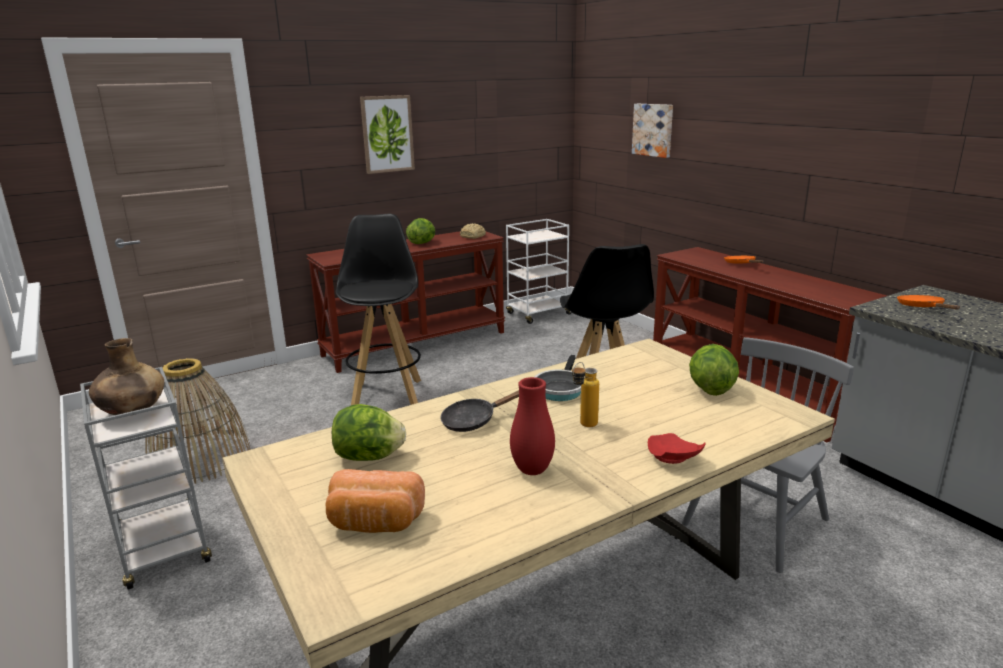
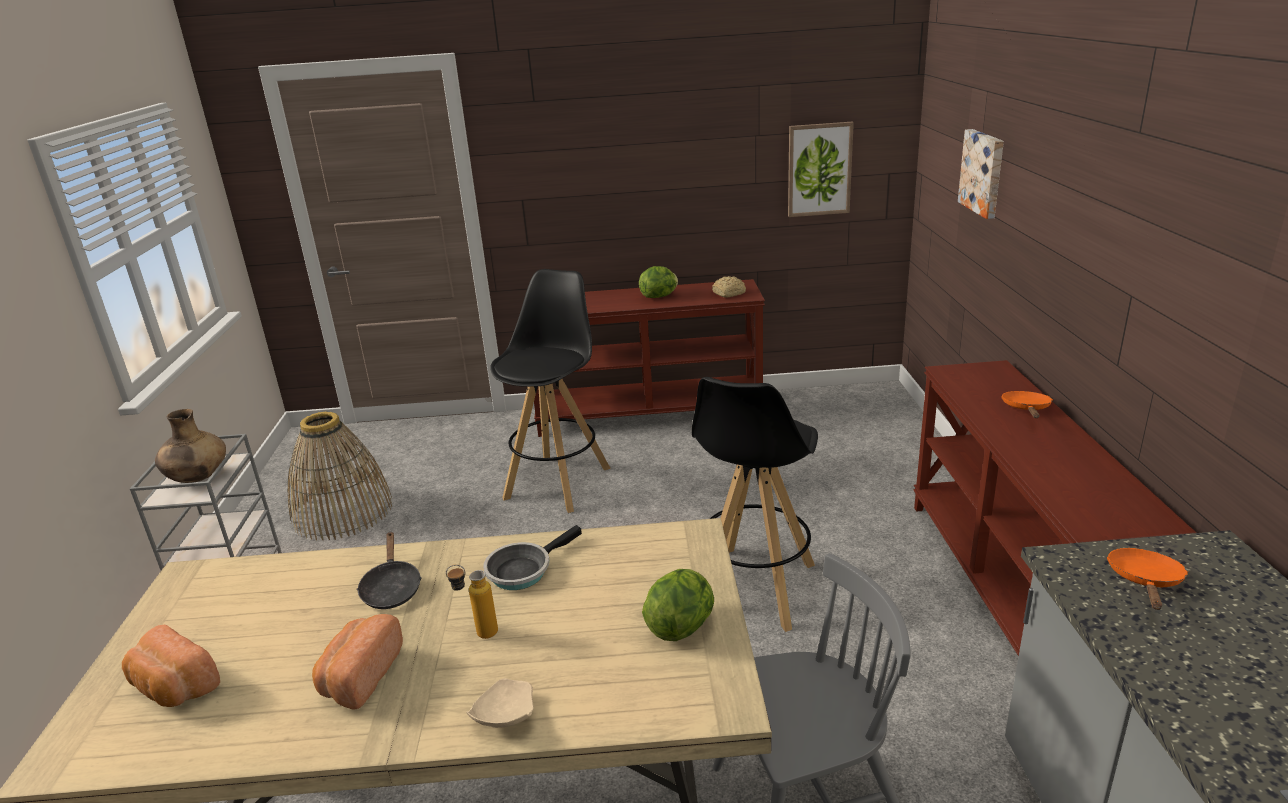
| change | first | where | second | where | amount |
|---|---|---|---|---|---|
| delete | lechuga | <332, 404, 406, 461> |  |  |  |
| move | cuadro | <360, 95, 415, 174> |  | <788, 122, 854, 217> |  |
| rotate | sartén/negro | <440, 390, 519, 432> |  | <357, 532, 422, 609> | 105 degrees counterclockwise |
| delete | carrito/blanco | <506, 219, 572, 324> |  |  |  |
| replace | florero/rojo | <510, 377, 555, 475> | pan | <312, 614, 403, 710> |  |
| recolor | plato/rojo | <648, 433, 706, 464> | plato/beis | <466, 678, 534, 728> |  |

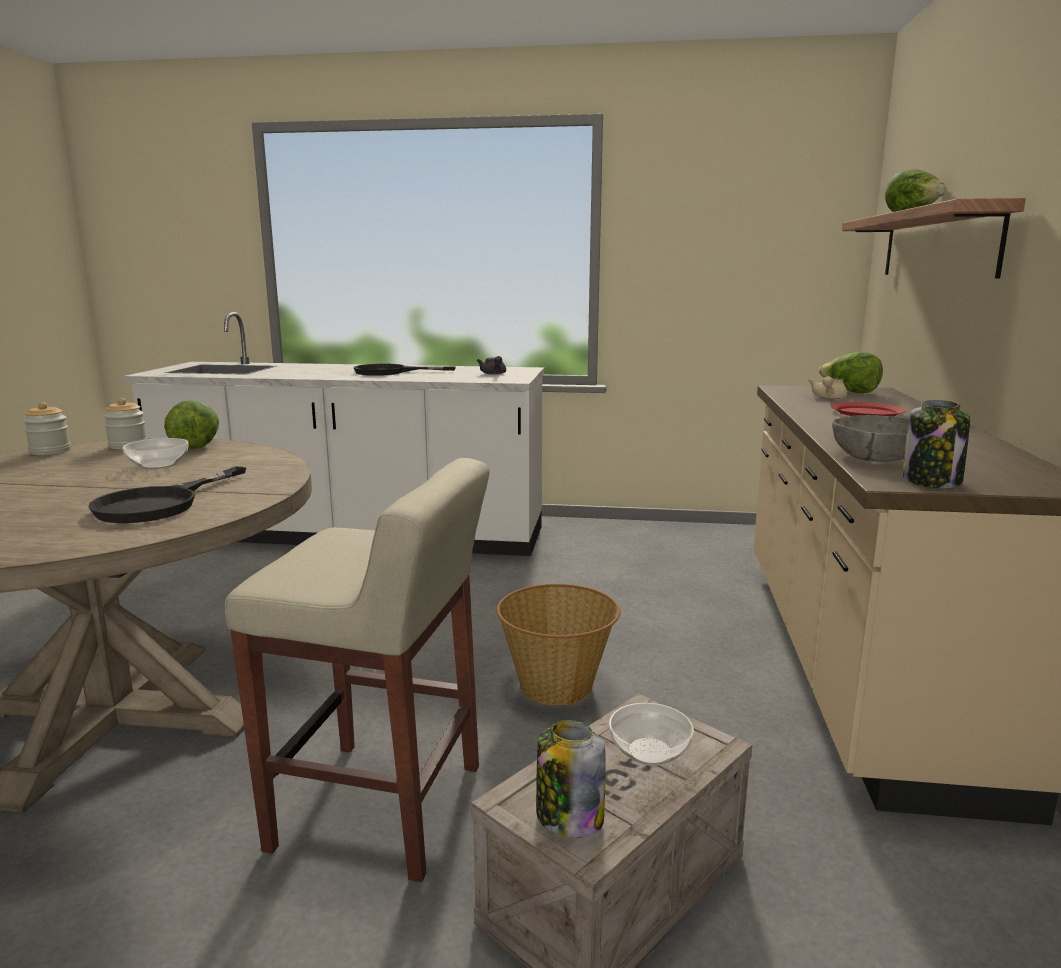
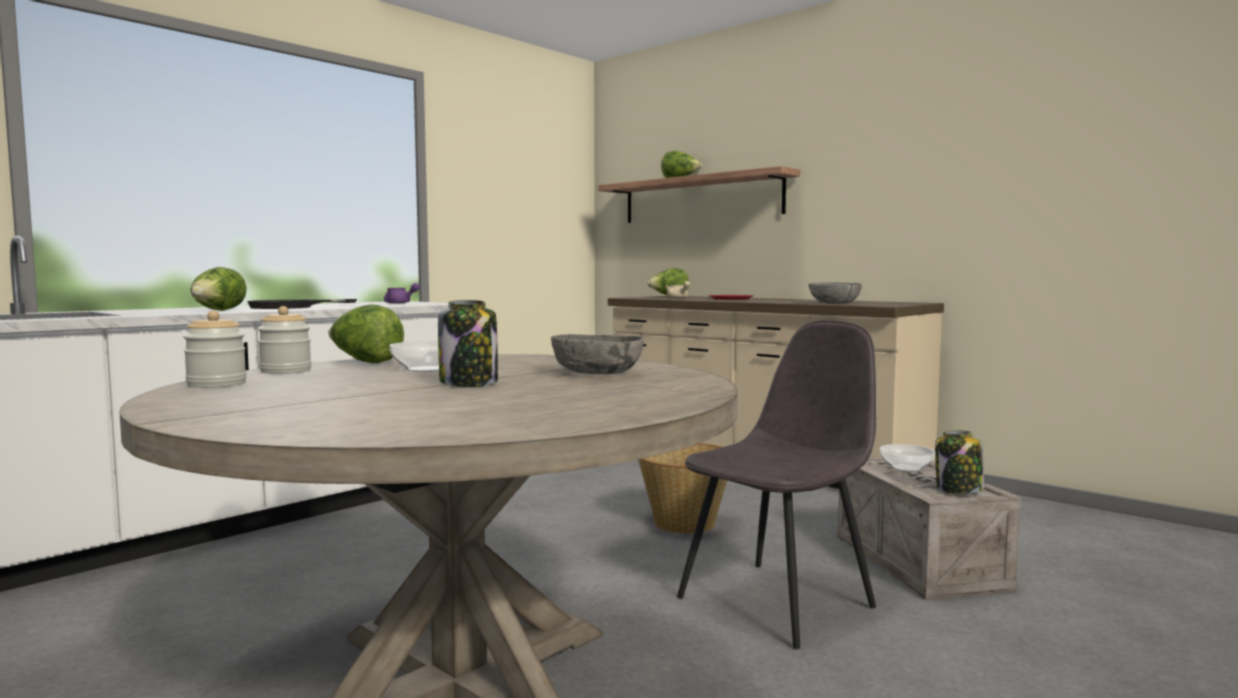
| change | first | where | second | where | amount |
|---|---|---|---|---|---|
| replace | sartén/negro | <88, 467, 246, 523> | cuenco/gris | <551, 334, 644, 374> |  |
| replace | taburete/beis | <225, 458, 489, 882> | silla/gris | <677, 320, 876, 649> |  |
| recolor | tetera/gris | <477, 356, 506, 375> | tetera/morado | <384, 283, 420, 304> |  |
| move | tarro | <903, 400, 970, 488> |  | <438, 300, 498, 387> |  |
| insert |  |  | lechuga | <190, 267, 247, 311> |  |

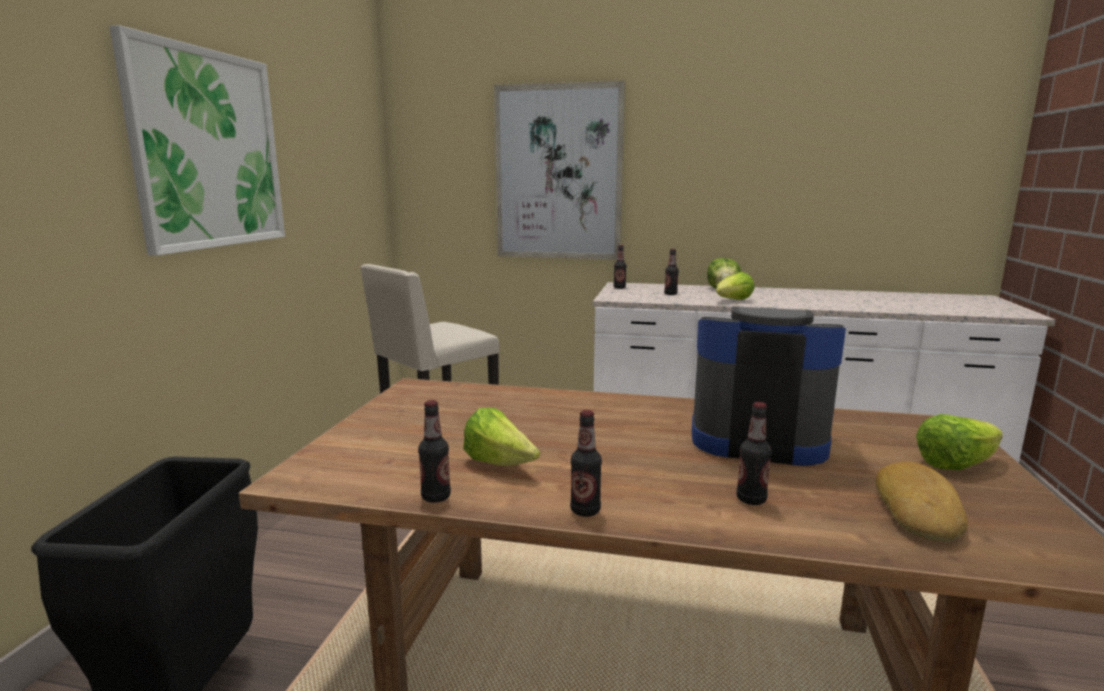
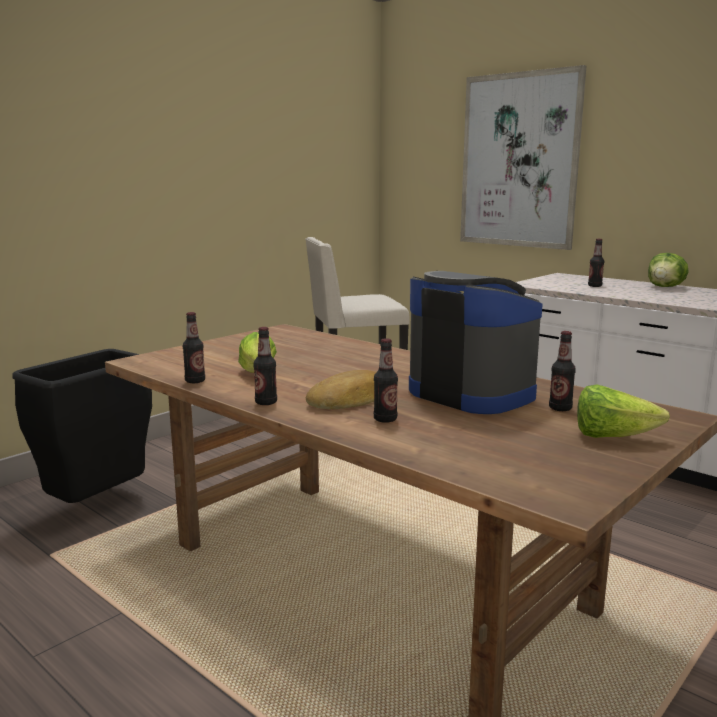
| change | first | where | second | where | amount |
|---|---|---|---|---|---|
| delete | cuadro | <109, 25, 285, 256> |  |  |  |
| move | botella | <614, 245, 626, 289> |  | <549, 331, 576, 411> |  |
| delete | lechuga | <716, 272, 754, 300> |  |  |  |
| move | pan | <876, 461, 968, 542> |  | <306, 370, 376, 409> |  |

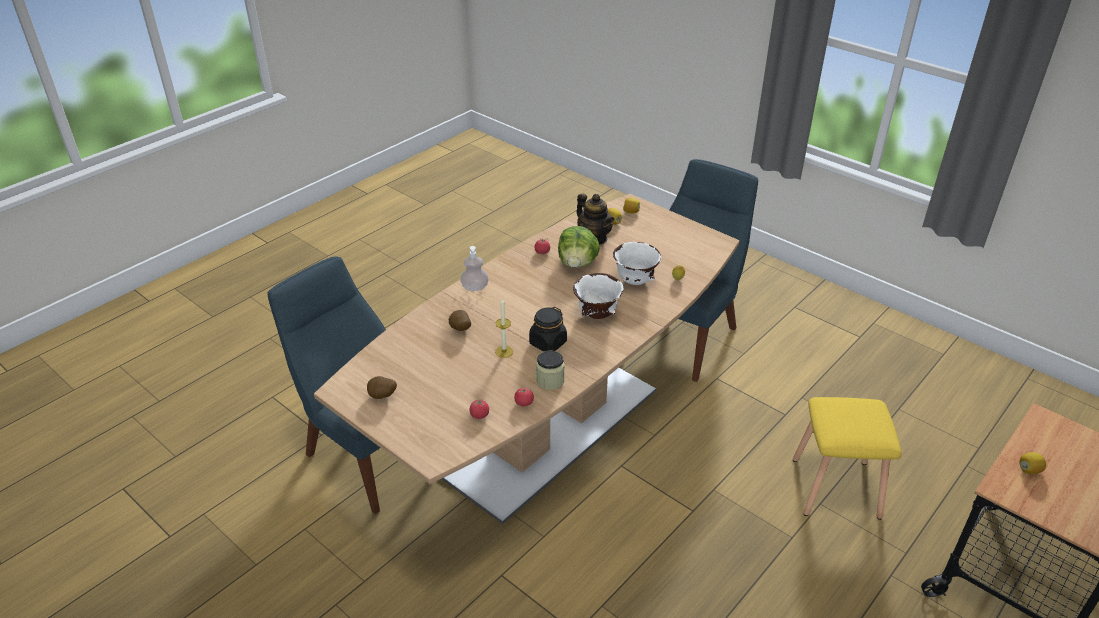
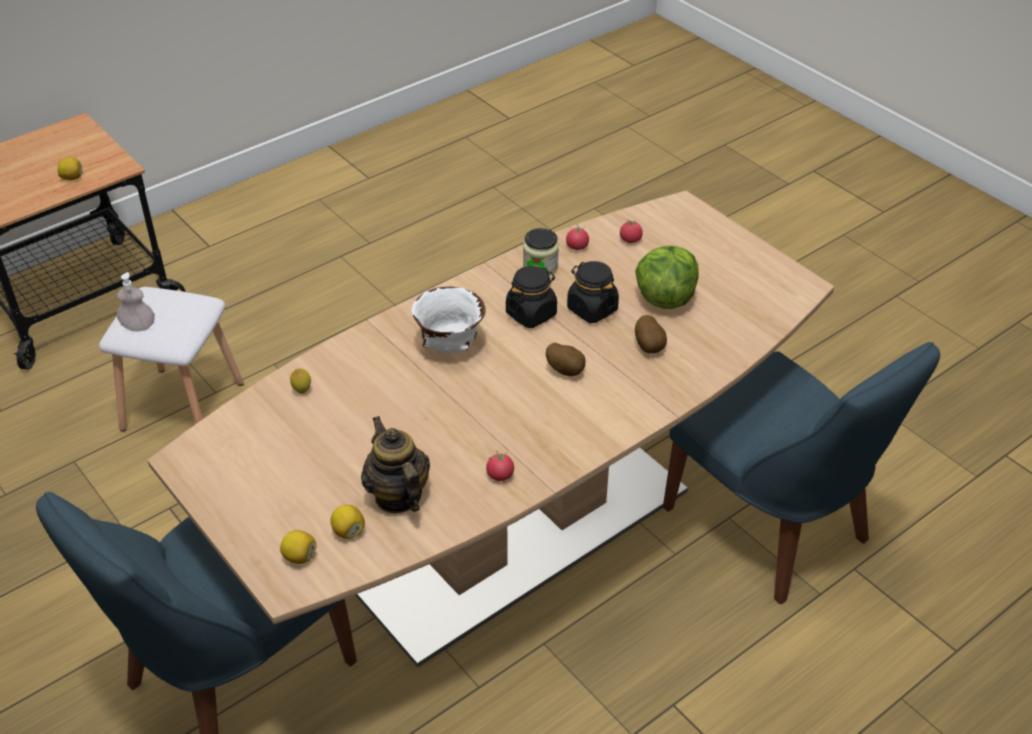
| change | first | where | second | where | amount |
|---|---|---|---|---|---|
| move | patata | <367, 376, 397, 399> |  | <546, 343, 585, 376> |  |
| move | dispensador de jabón | <460, 246, 489, 291> |  | <117, 272, 155, 331> |  |
| replace | vela | <495, 299, 513, 358> | tarro/negro | <567, 261, 619, 323> |  |
| move | lechuga | <558, 226, 600, 268> |  | <635, 245, 698, 309> |  |
| delete | cuenco/blanco | <613, 242, 661, 285> |  |  |  |
| recolor | taburete/amarillo | <793, 397, 902, 520> | taburete/blanco | <99, 287, 244, 432> |  |

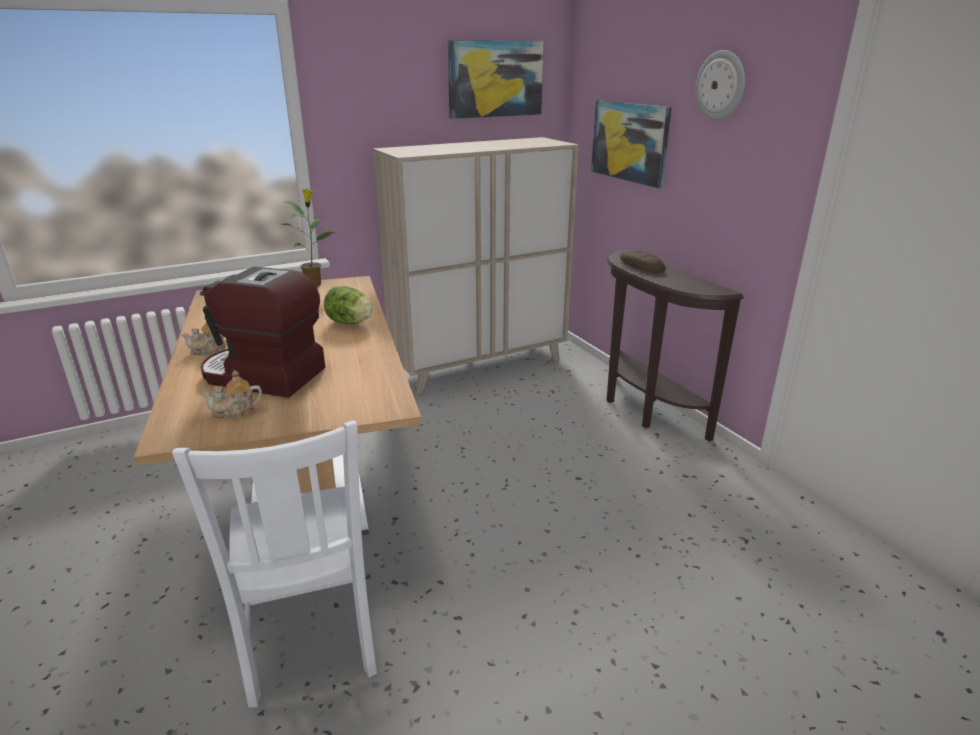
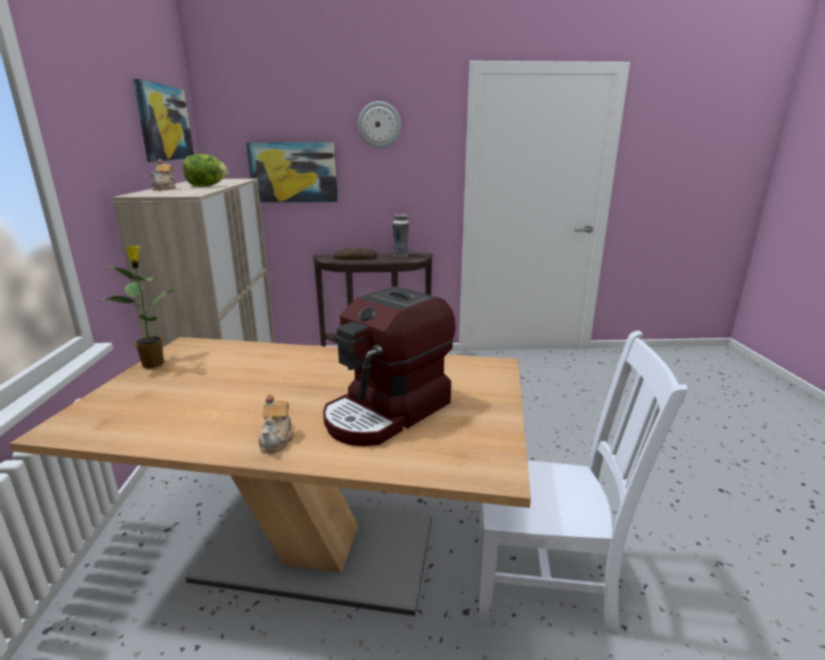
| change | first | where | second | where | amount |
|---|---|---|---|---|---|
| move | tetera | <201, 370, 262, 419> |  | <149, 159, 176, 190> |  |
| move | lechuga | <324, 286, 373, 324> |  | <183, 154, 228, 187> |  |
| insert |  |  | florero | <393, 214, 409, 258> |  |

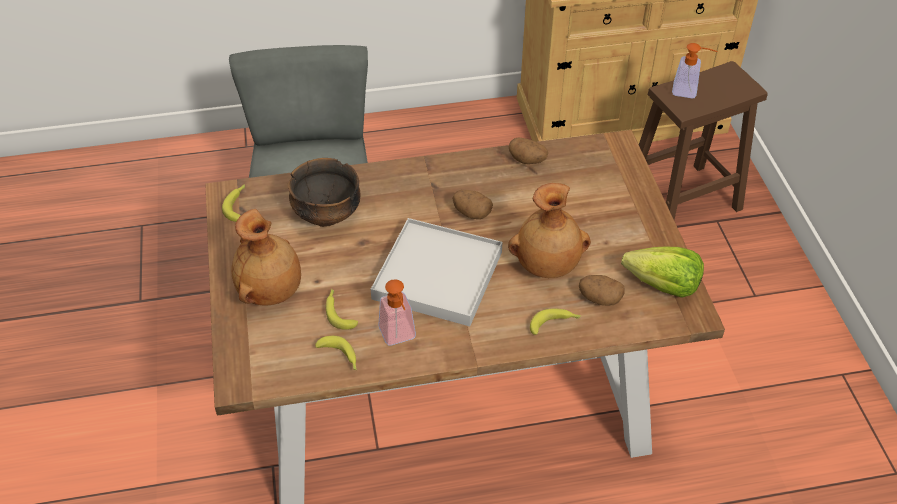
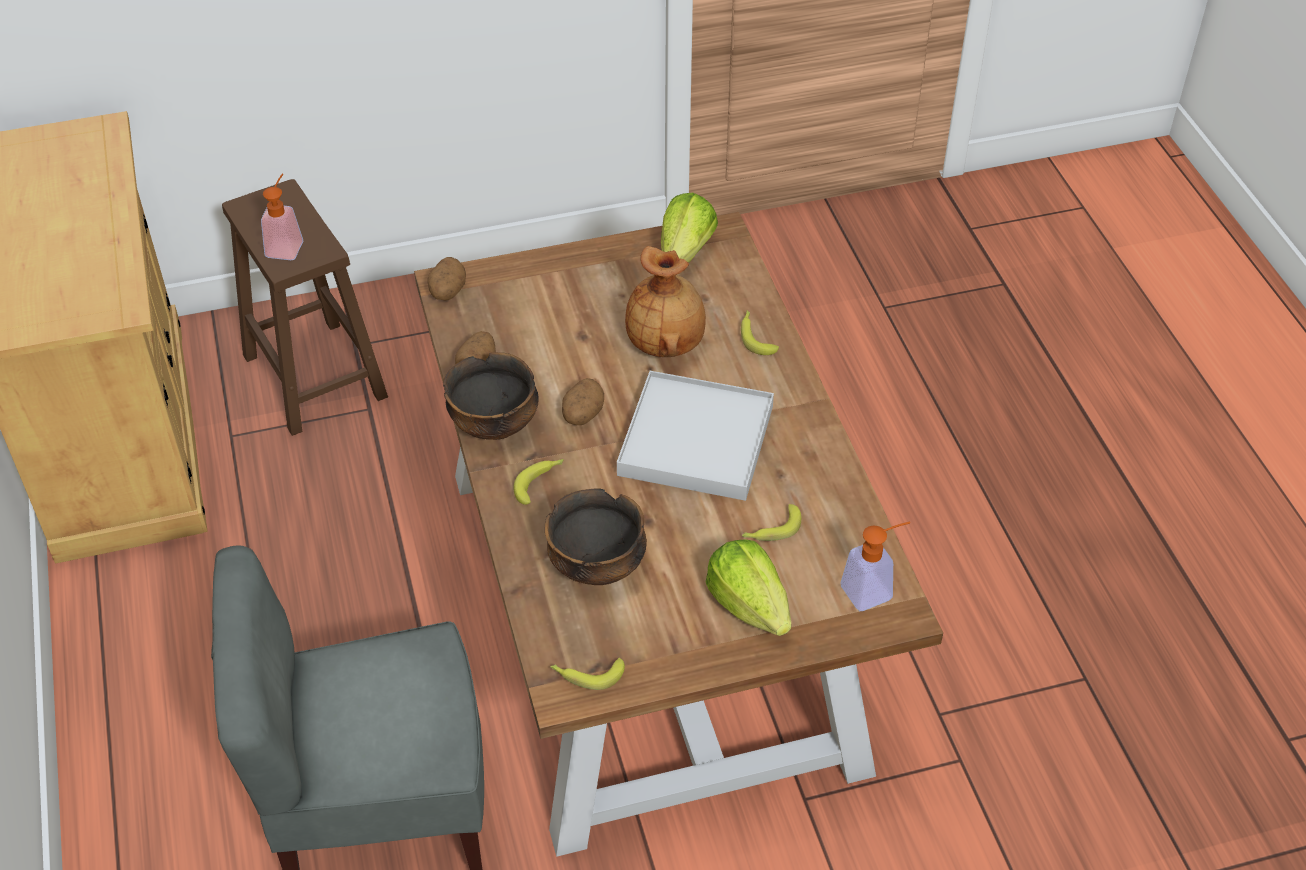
| change | first | where | second | where | amount |
|---|---|---|---|---|---|
| replace | florero/marrón | <231, 209, 301, 306> | lechuga | <706, 539, 791, 636> |  |
| move | plátano | <315, 336, 357, 370> |  | <513, 459, 564, 505> |  |
| move | dispensador de jabón | <378, 279, 416, 346> |  | <840, 521, 910, 611> |  |
| move | patata | <579, 275, 625, 306> |  | <427, 257, 466, 300> |  |
| insert |  |  | cuenco | <443, 352, 539, 440> |  |

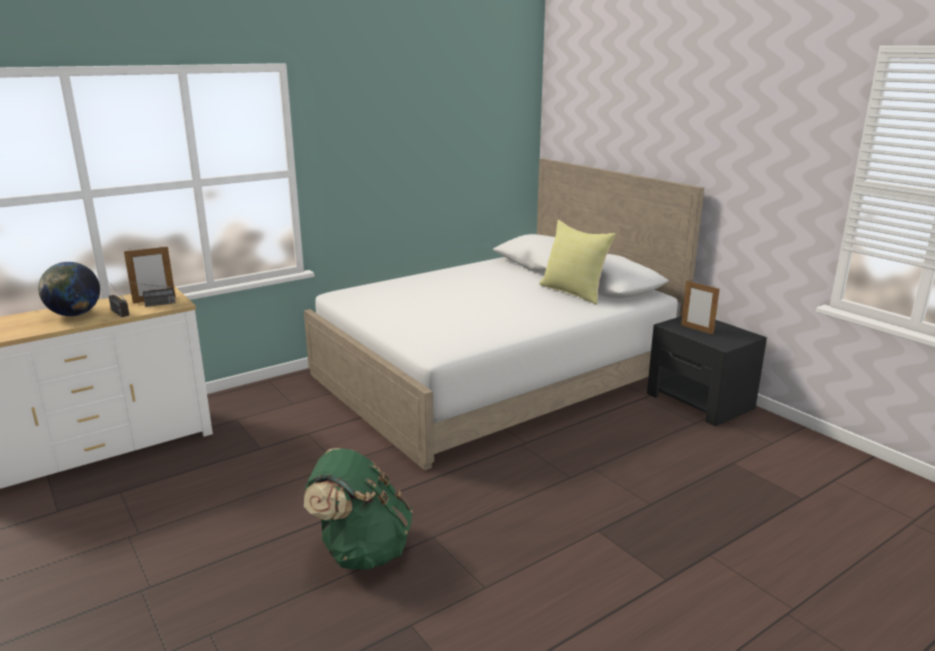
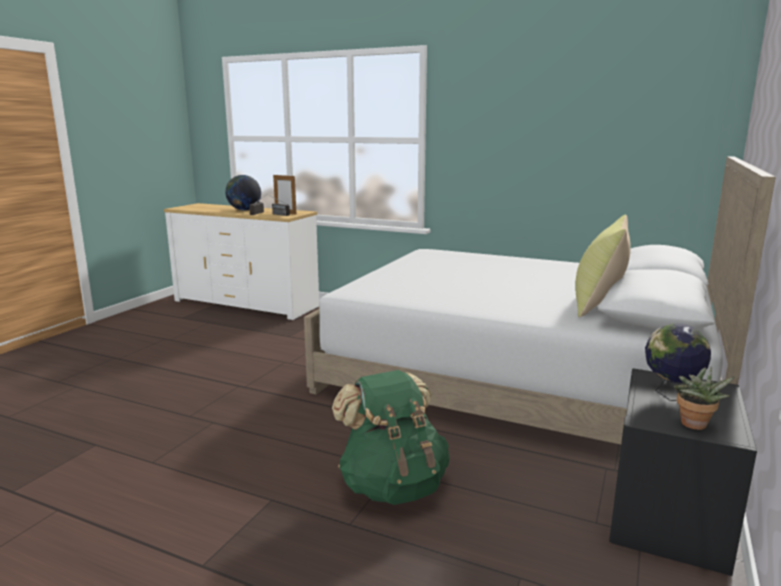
| change | first | where | second | where | amount |
|---|---|---|---|---|---|
| move | mochila/verde | <304, 448, 413, 570> |  | <332, 370, 450, 505> |  |
| replace | portarretratos | <681, 281, 720, 335> | globo terráqueo | <645, 323, 711, 401> |  |
| insert |  |  | planta en maceta | <674, 367, 734, 430> |  |

